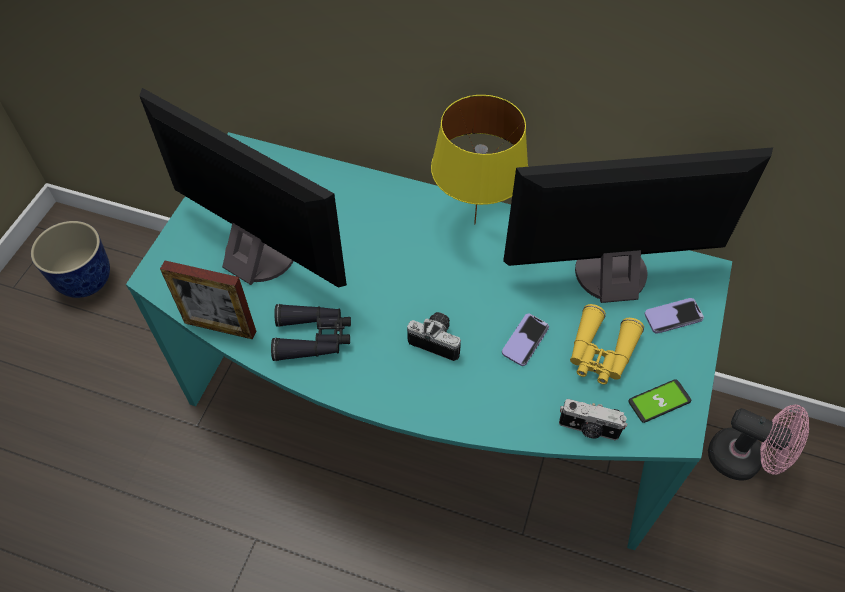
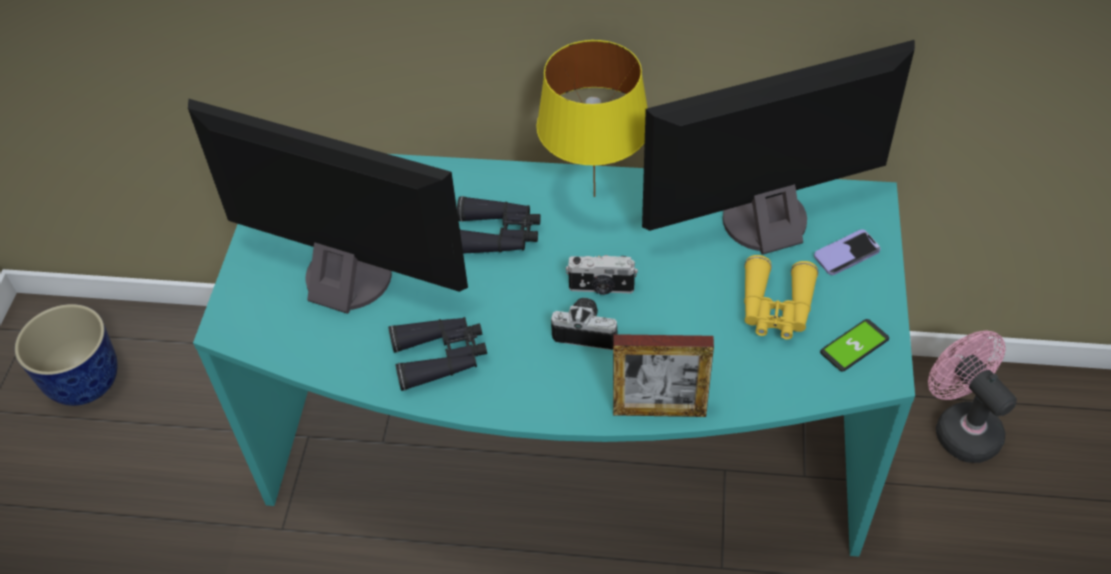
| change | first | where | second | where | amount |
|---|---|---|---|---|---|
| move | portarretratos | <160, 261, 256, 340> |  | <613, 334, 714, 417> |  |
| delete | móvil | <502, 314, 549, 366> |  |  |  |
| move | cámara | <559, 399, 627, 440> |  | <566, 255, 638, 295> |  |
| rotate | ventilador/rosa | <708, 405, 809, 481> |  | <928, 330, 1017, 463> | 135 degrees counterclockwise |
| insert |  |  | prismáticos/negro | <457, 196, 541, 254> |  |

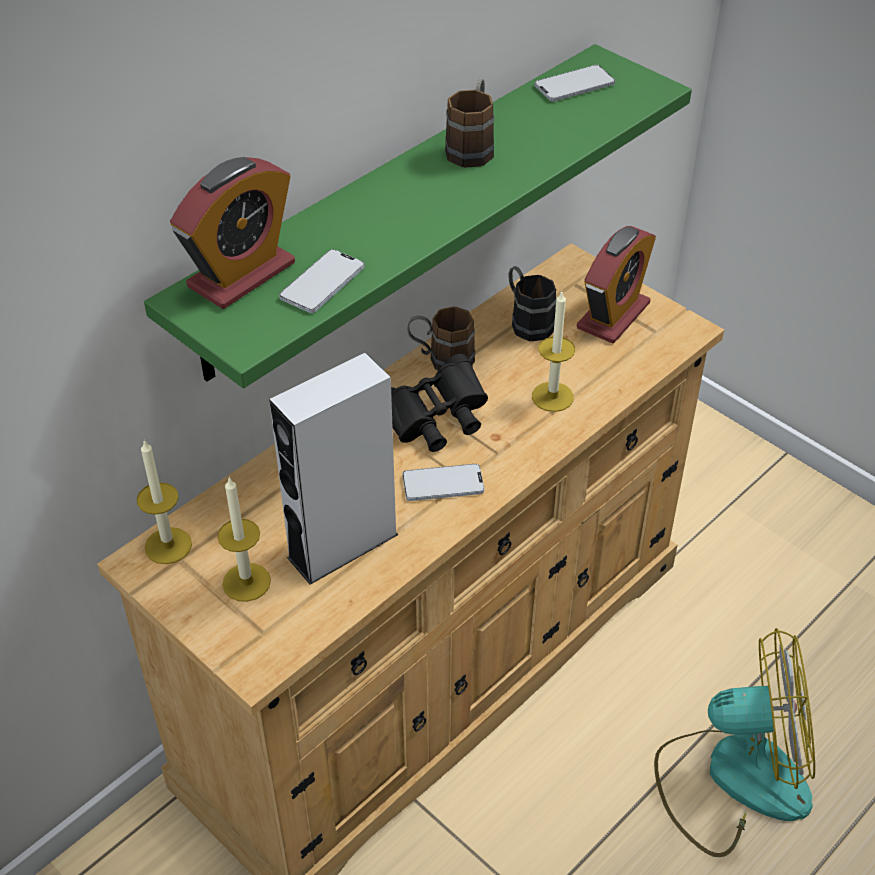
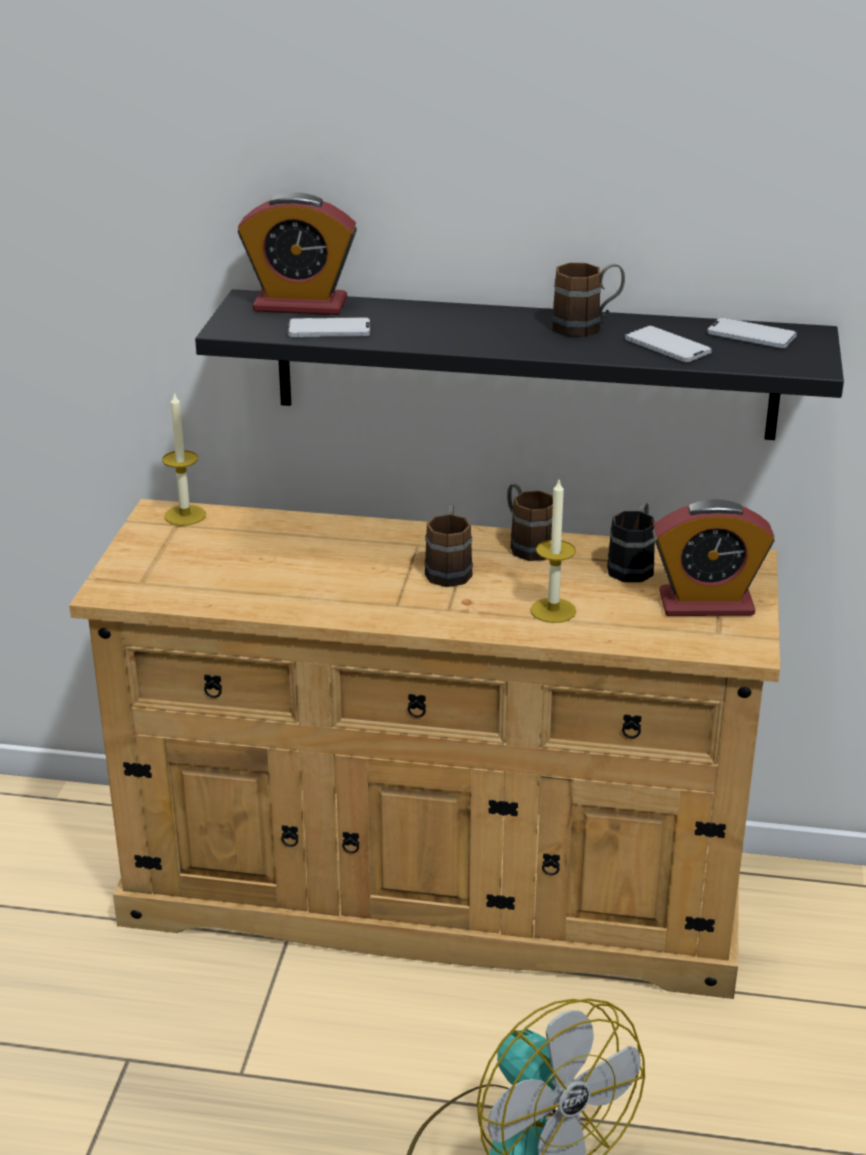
| change | first | where | second | where | amount |
|---|---|---|---|---|---|
| recolor | estante/verde | <144, 44, 692, 388> | estante/negro | <195, 289, 844, 440> |  |
| delete | vela | <217, 476, 271, 602> |  |  |  |
| delete | altavoz/gris | <269, 353, 399, 585> |  |  |  |
| replace | prismáticos/negro | <391, 354, 488, 452> | taza grande/marrón | <425, 505, 473, 587> |  |
| move | móvil | <402, 464, 484, 501> |  | <625, 326, 712, 362> |  |

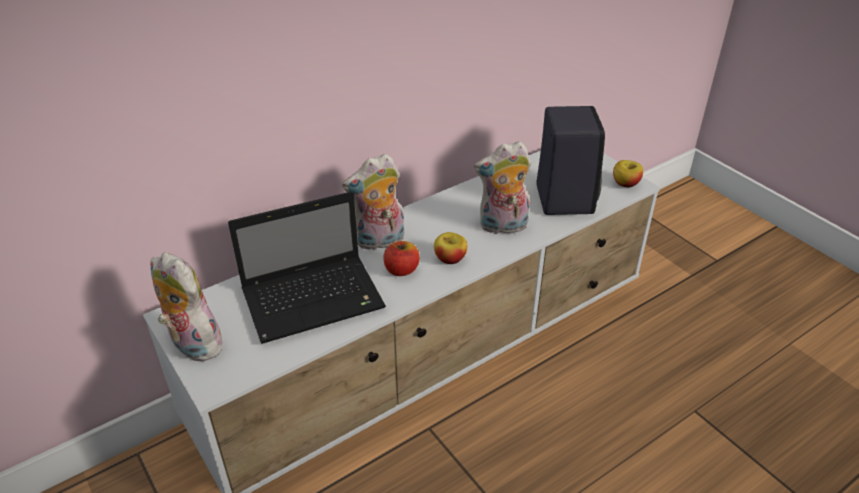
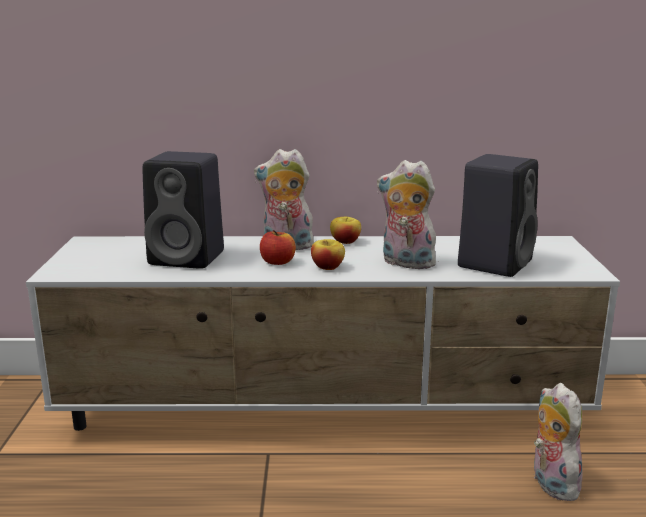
| change | first | where | second | where | amount |
|---|---|---|---|---|---|
| move | peluche | <151, 253, 226, 362> |  | <534, 383, 585, 501> |  |
| replace | portátil | <228, 191, 386, 344> | altavoz/negro | <143, 151, 224, 269> |  |
| move | manzana | <613, 160, 643, 187> |  | <330, 217, 361, 244> |  |

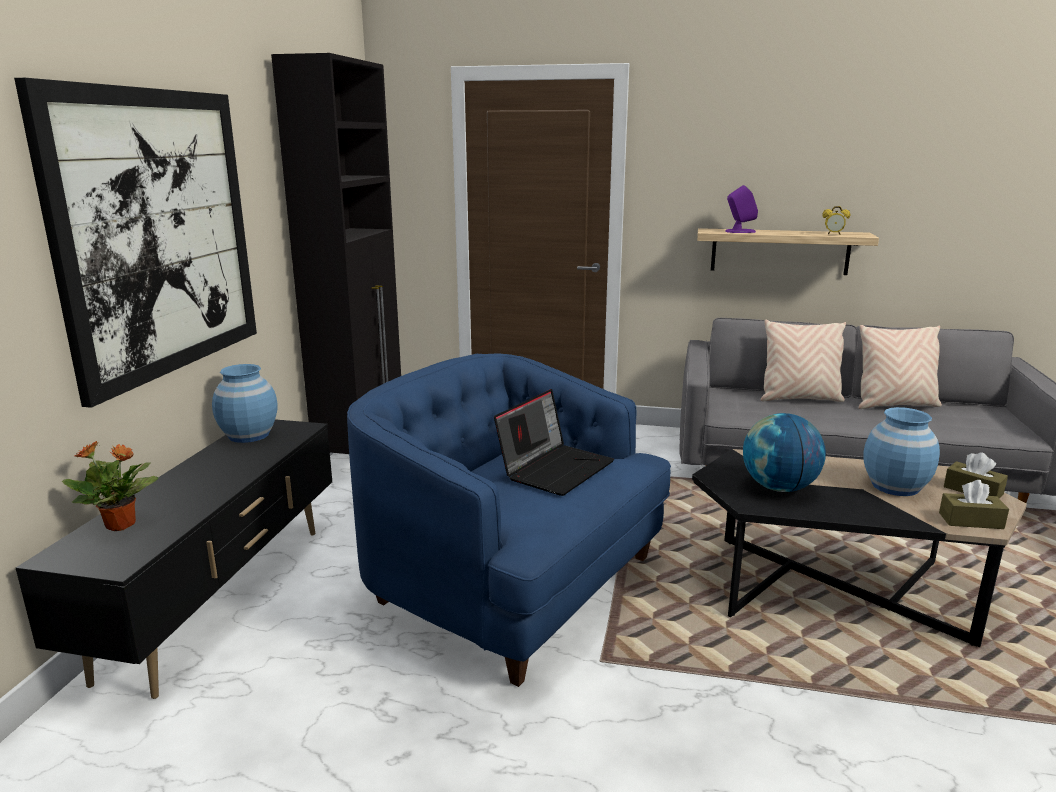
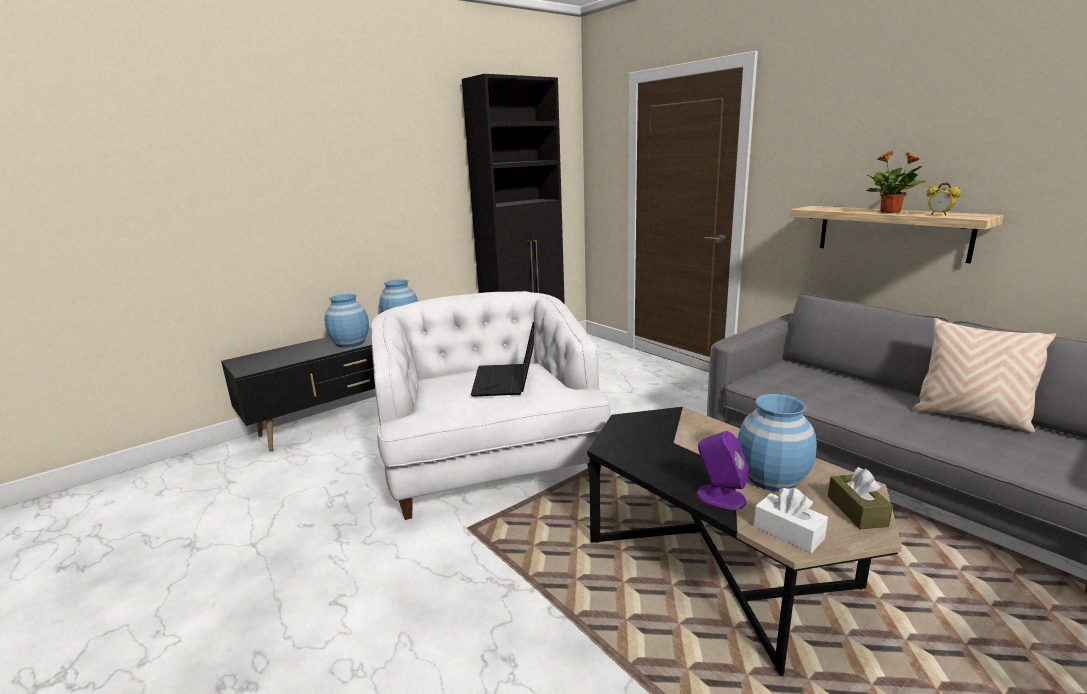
| change | first | where | second | where | amount |
|---|---|---|---|---|---|
| delete | cuadro | <14, 78, 257, 408> |  |  |  |
| move | planta en maceta | <62, 441, 158, 531> |  | <866, 151, 926, 213> |  |
| recolor | sillón/azul | <347, 354, 671, 687> | sillón/blanco | <372, 291, 610, 520> |  |
| rotate | portátil | <494, 389, 614, 496> |  | <471, 322, 534, 396> | 105 degrees clockwise |
| move | altavoz/morado | <725, 185, 758, 233> |  | <697, 431, 749, 510> |  |
| delete | globo terráqueo | <743, 413, 826, 492> |  |  |  |
| delete | cojín/beis | <761, 320, 846, 402> |  |  |  |
| recolor | caja de pañuelos/marrón | <939, 480, 1009, 529> | caja de pañuelos/blanco | <754, 488, 828, 553> |  |
| insert |  |  | florero/azul | <325, 294, 369, 348> |  |

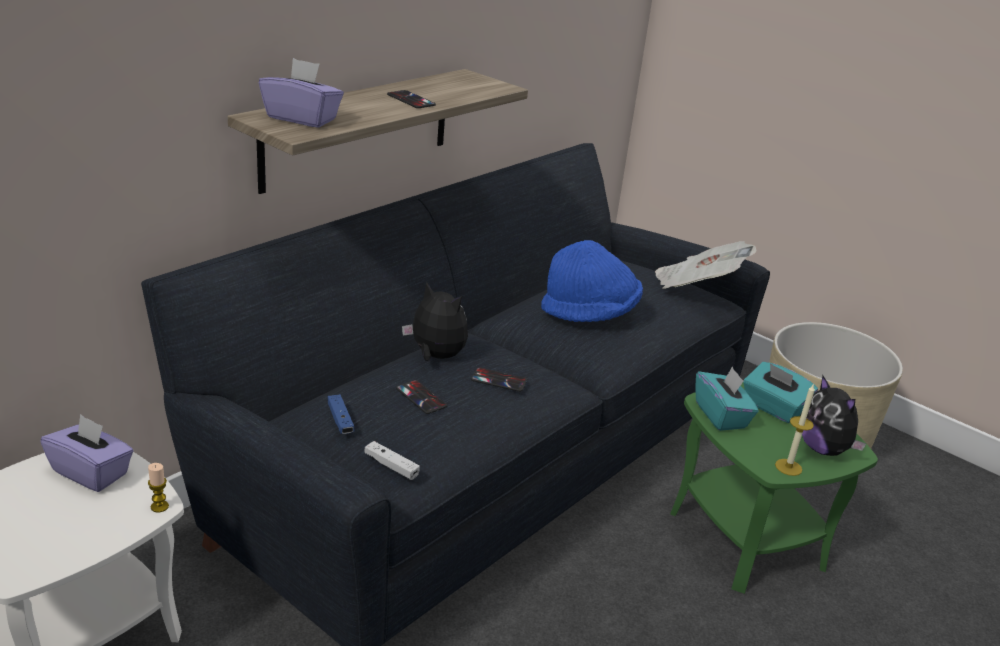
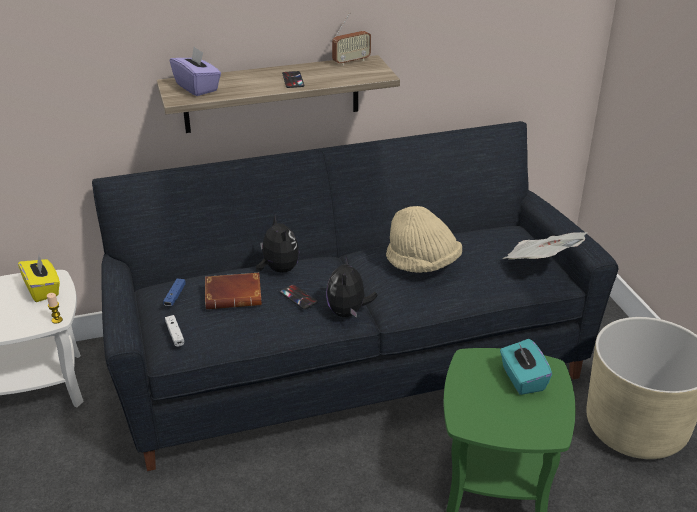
| change | first | where | second | where | amount |
|---|---|---|---|---|---|
| recolor | caja de pañuelos/morado | <40, 414, 134, 492> | caja de pañuelos/amarillo | <18, 256, 60, 302> |  |
| replace | móvil | <396, 380, 447, 414> | libro/marrón | <205, 273, 262, 309> |  |
| recolor | sombrero/azul | <541, 240, 643, 322> | sombrero/beis | <386, 206, 462, 273> |  |
| delete | caja de pañuelos/turquesa | <695, 366, 758, 431> |  |  |  |
| delete | vela | <775, 383, 815, 476> |  |  |  |
| move | peluche | <800, 376, 866, 456> |  | <326, 254, 378, 318> |  |
| insert |  |  | radio | <332, 12, 371, 66> |  |

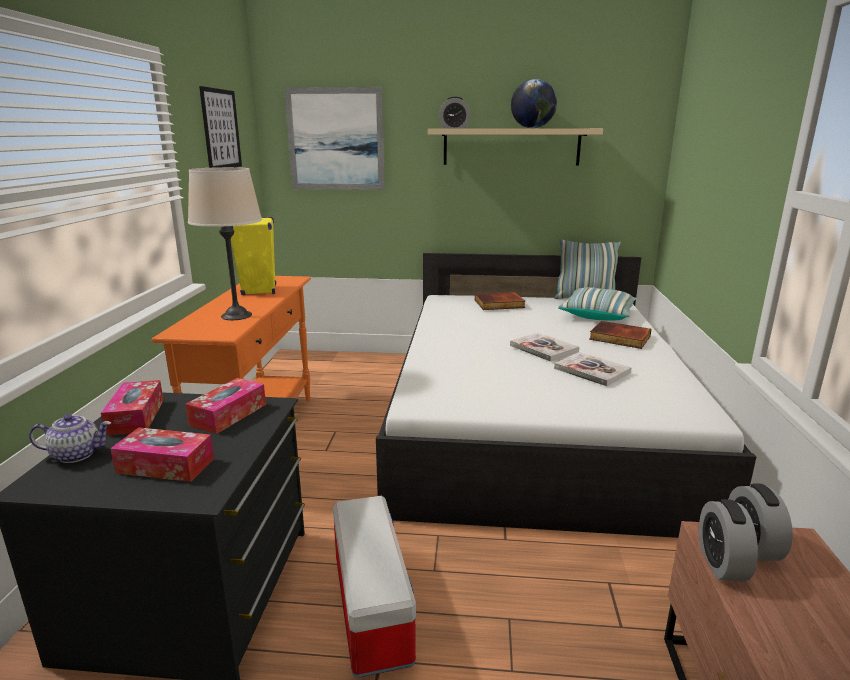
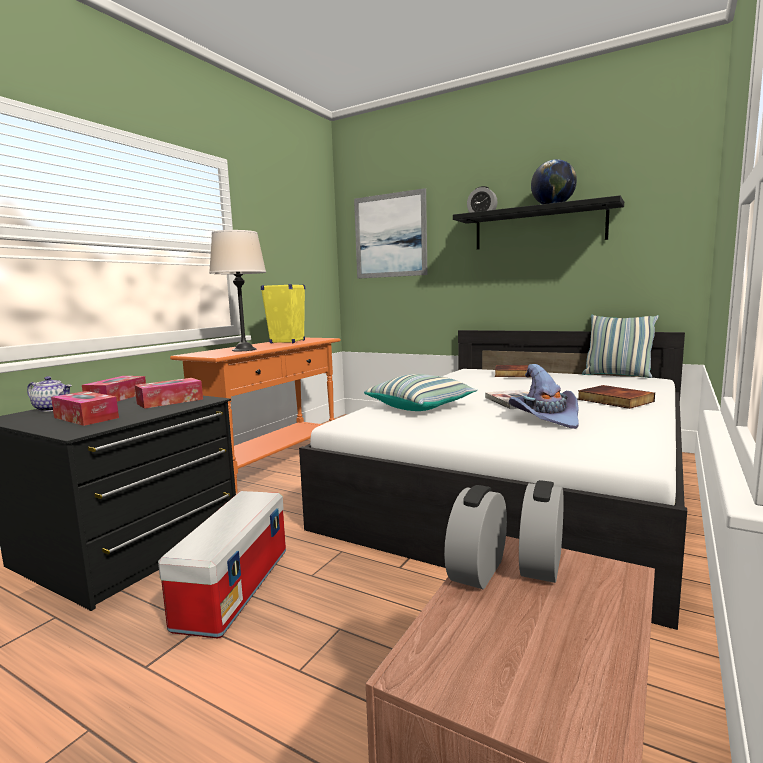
| change | first | where | second | where | amount |
|---|---|---|---|---|---|
| delete | cuadro | <199, 86, 242, 168> |  |  |  |
| recolor | estante/beis | <428, 129, 603, 166> | estante/negro | <453, 195, 624, 249> |  |
| replace | libro | <554, 352, 632, 386> | sombrero/morado | <509, 364, 579, 429> |  |
| move | cojín | <558, 287, 637, 321> |  | <364, 374, 478, 411> |  |

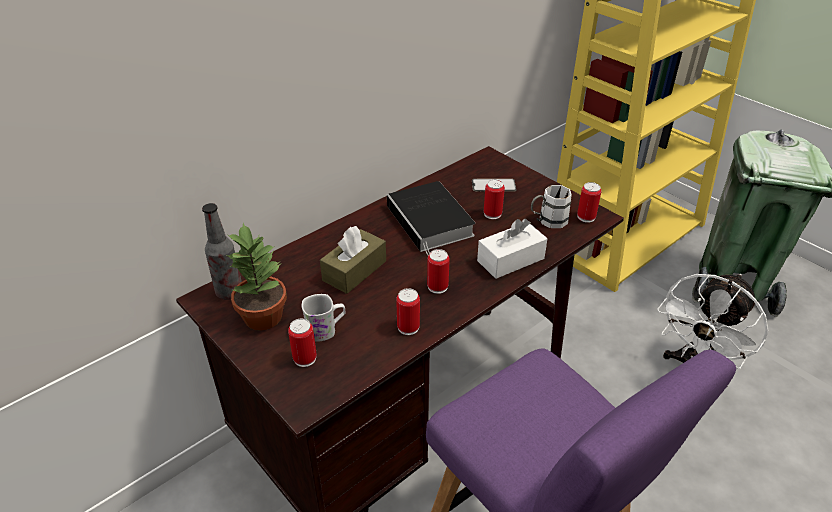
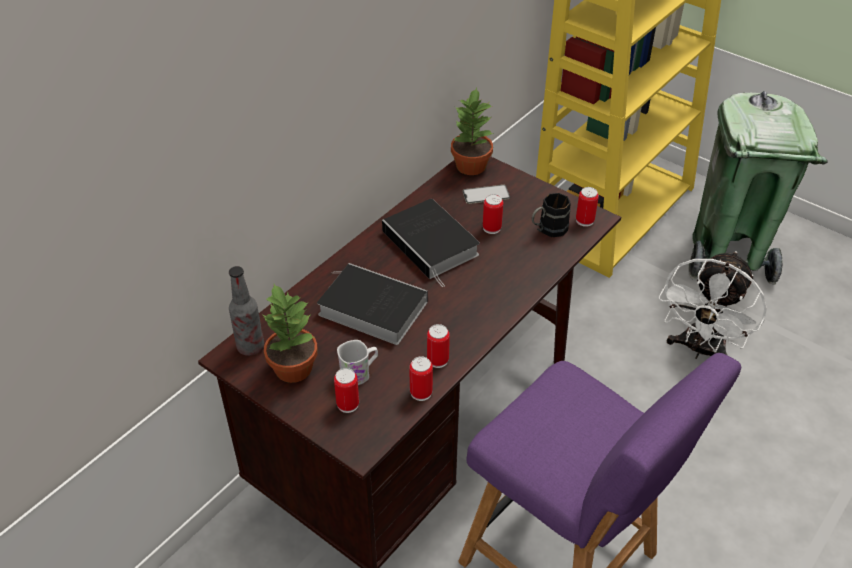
| change | first | where | second | where | amount |
|---|---|---|---|---|---|
| replace | caja de pañuelos/marrón | <320, 226, 386, 294> | libro | <317, 263, 428, 345> |  |
| move | lata | <427, 249, 450, 294> |  | <409, 356, 433, 401> |  |
| delete | caja de pañuelos/blanco | <477, 219, 548, 279> |  |  |  |
| recolor | taza grande/blanco | <531, 185, 572, 228> | taza grande/negro | <532, 193, 571, 237> |  |
| insert |  |  | planta en maceta | <451, 88, 494, 175> |  |

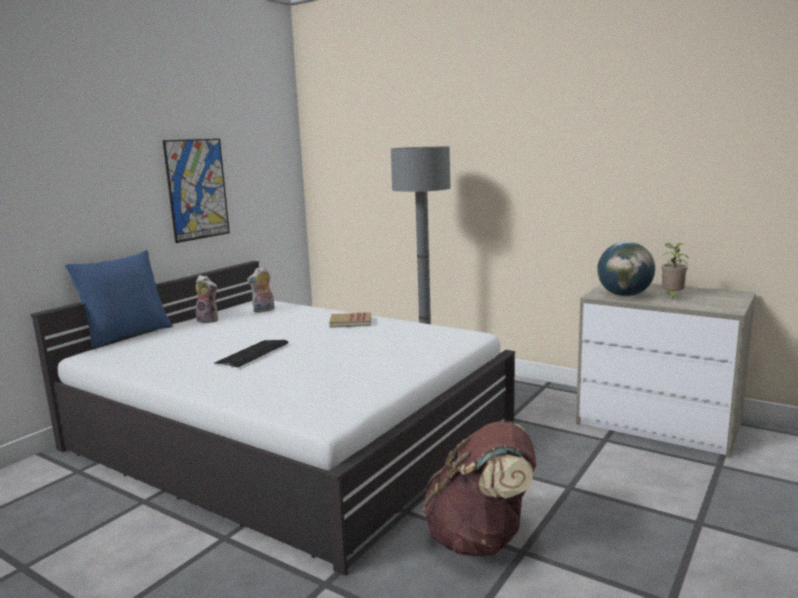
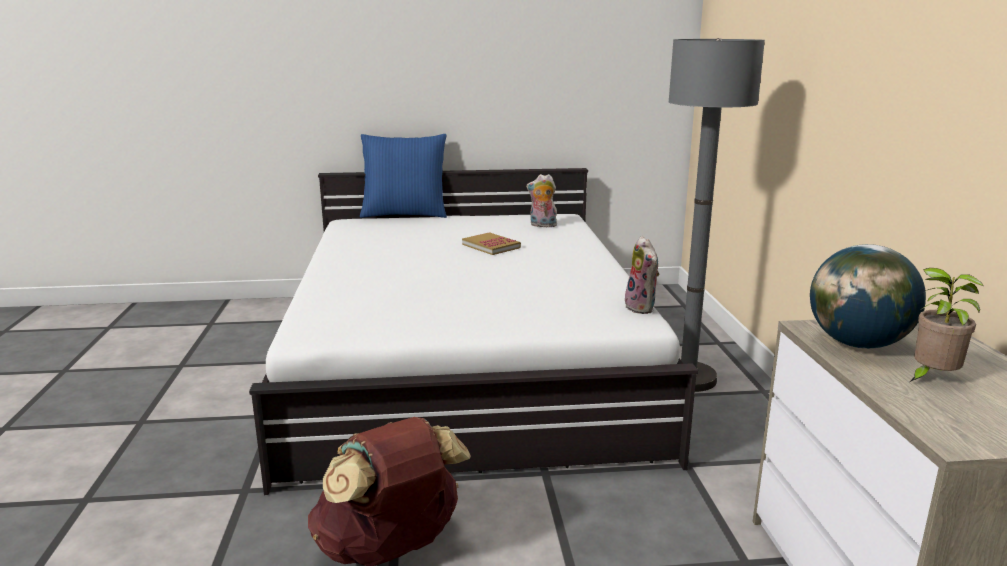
| change | first | where | second | where | amount |
|---|---|---|---|---|---|
| delete | cuadro | <163, 139, 230, 243> |  |  |  |
| move | peluche | <196, 275, 218, 323> |  | <625, 236, 659, 314> |  |
| delete | teclado | <214, 340, 289, 367> |  |  |  |
| move | libro | <329, 312, 371, 328> |  | <462, 232, 521, 255> |  |

